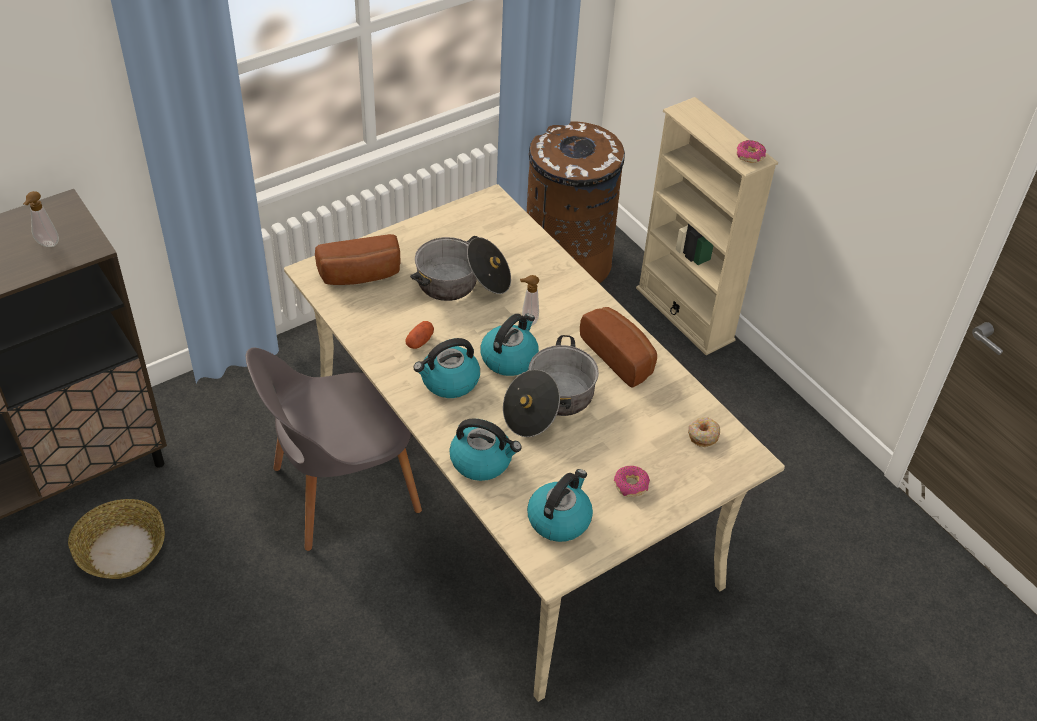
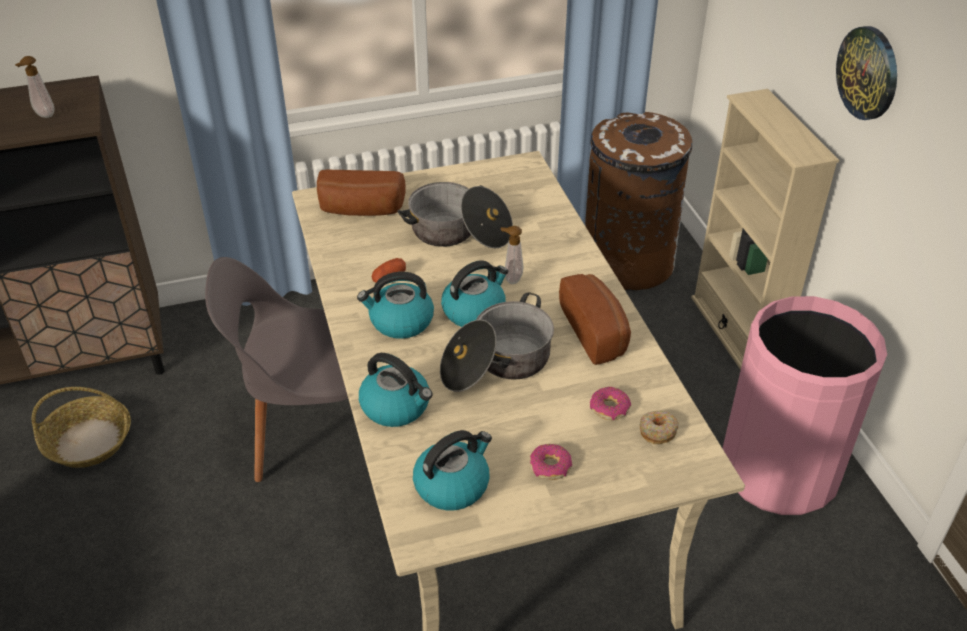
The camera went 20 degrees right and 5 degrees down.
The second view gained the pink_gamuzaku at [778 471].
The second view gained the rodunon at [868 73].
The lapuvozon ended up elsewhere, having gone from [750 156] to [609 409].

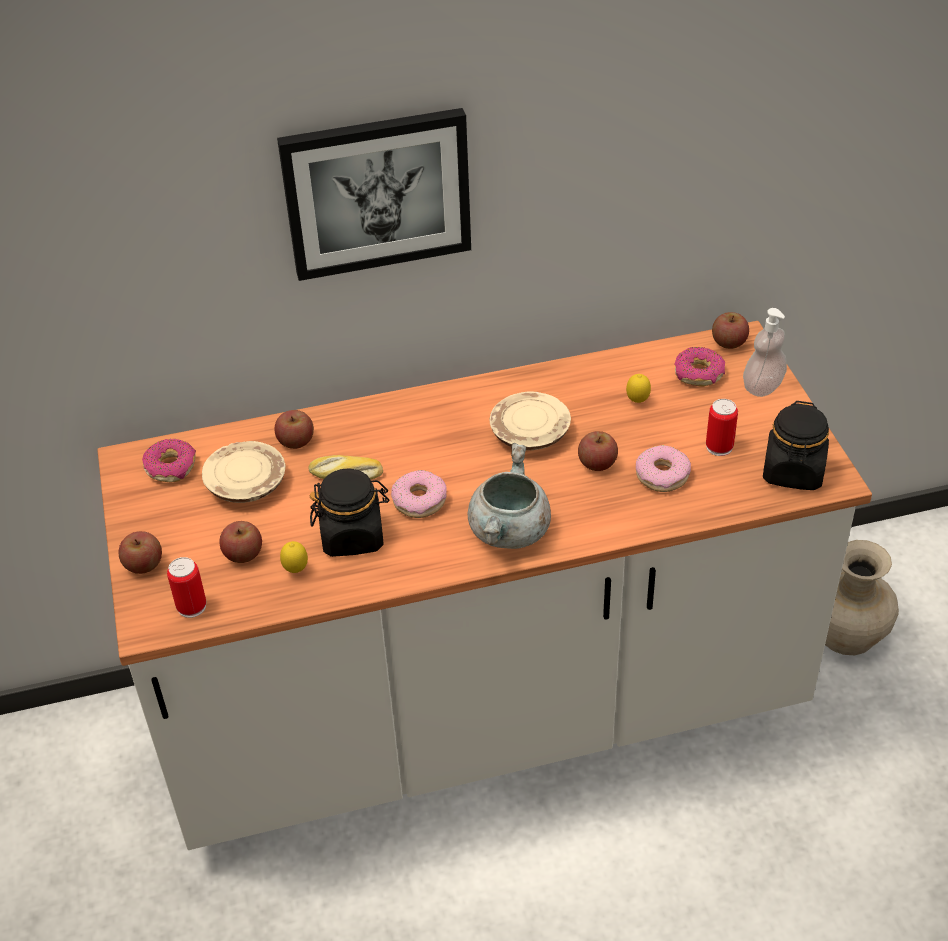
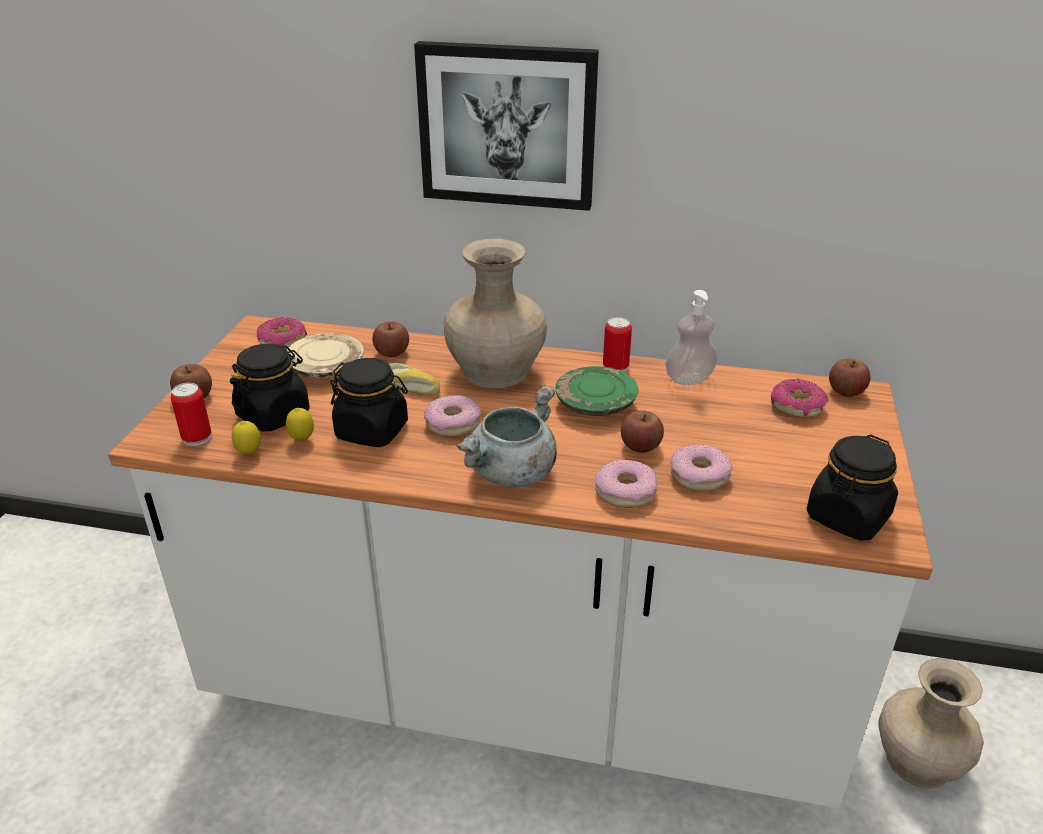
The camera went 25 degrees right and 10 degrees down.
The second view gained the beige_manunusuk at [494 370].
The second view gained the lapuvozon at [625 492].
The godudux ended up elsewhere, having gone from [637 401] to [249 454].
The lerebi ended up elsewhere, having gone from [719 447] to [615 367].
The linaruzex ended up elsewhere, having gone from [762 387] to [689 378].
Where the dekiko stood at [243 554], the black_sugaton came to stand at [274 415].
What was the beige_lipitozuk at [530 433] turned into the green_lipitozuk at [595 404].

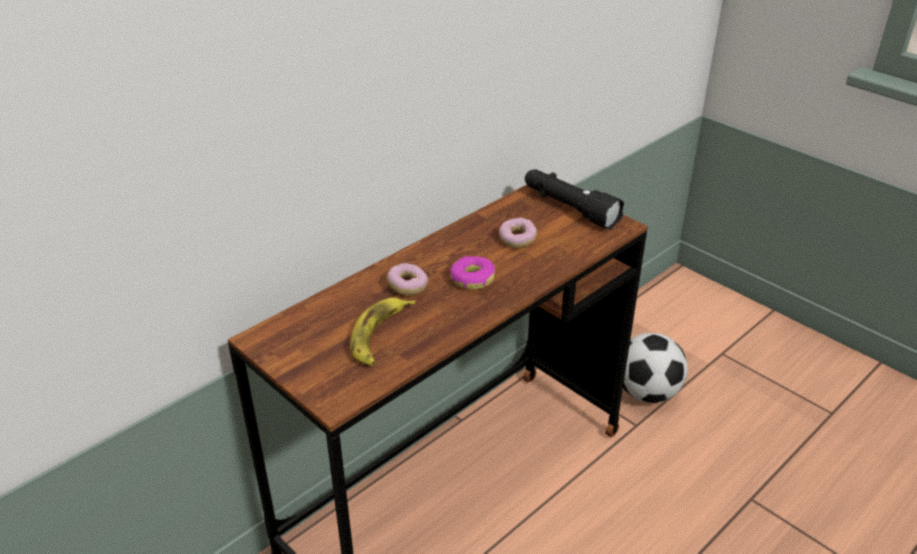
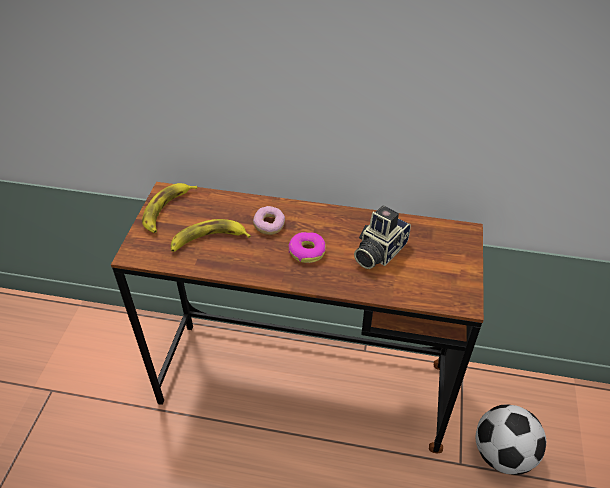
The camera went 55 degrees right and 10 degrees up.
The second view lost the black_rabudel at [569 208].
The second view gained the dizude at [167 210].
Where the lapuvozon stood at [517 240], the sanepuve came to stand at [378 251].

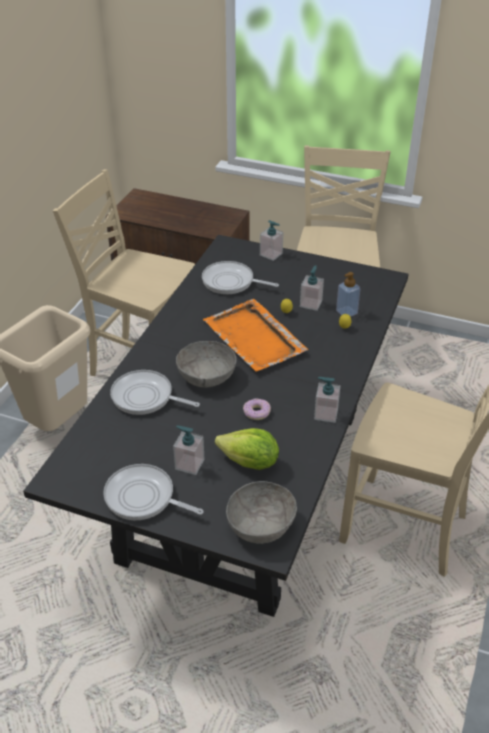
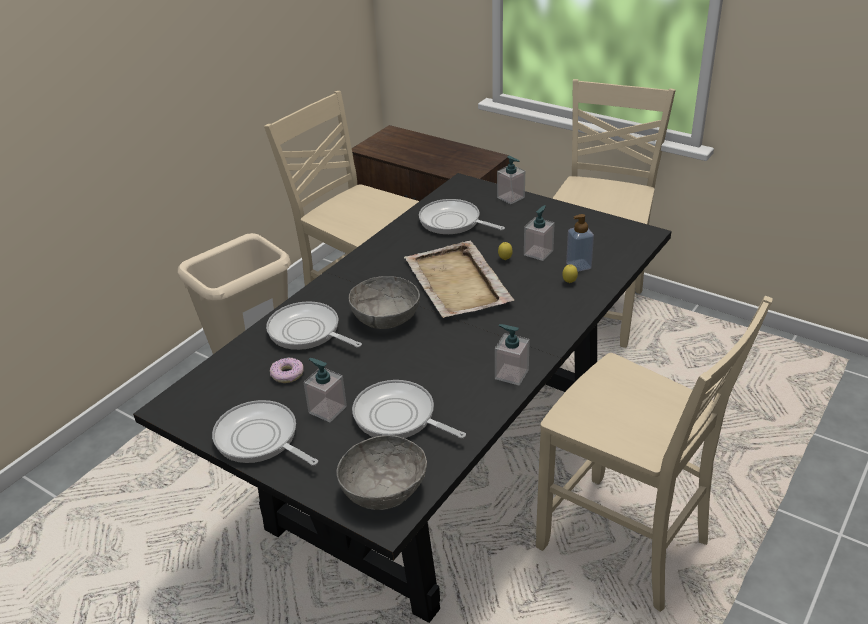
The camera went 15 degrees right and 5 degrees down.
The lapuvozon ended up elsewhere, having gone from [257 412] to [287 375].
Where the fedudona stood at [250 462], the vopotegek came to stand at [398 417].
What was the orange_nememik at [255 338] turned into the beige_nememik at [457 283].

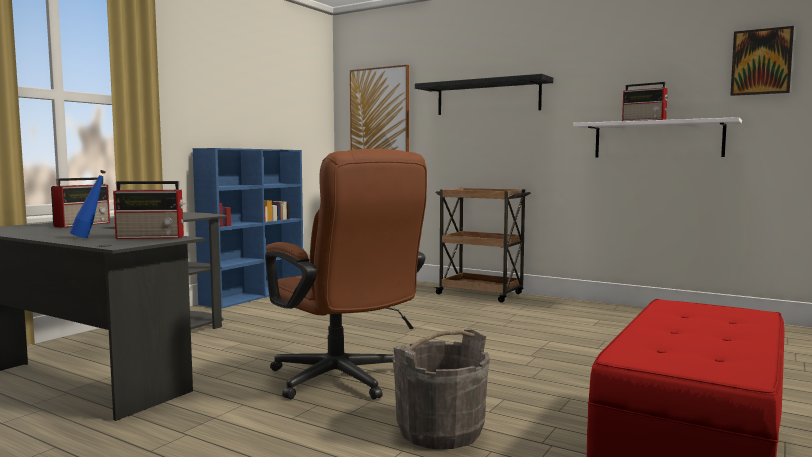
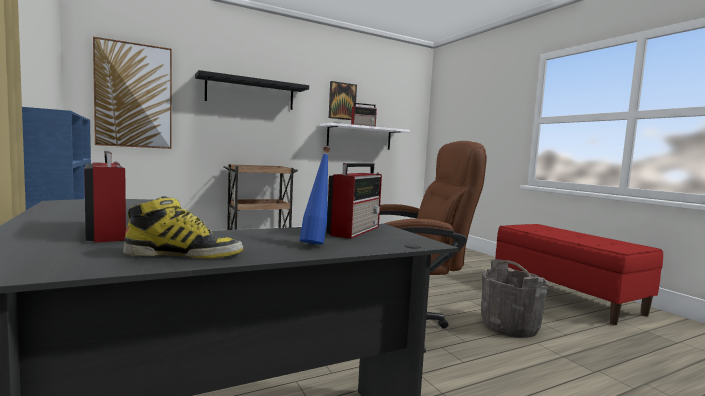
The camera went 60 degrees left and 0 degrees up.
The second view gained the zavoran at [185 254].
The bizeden ended up elsewhere, having gone from [761 62] to [342 101].

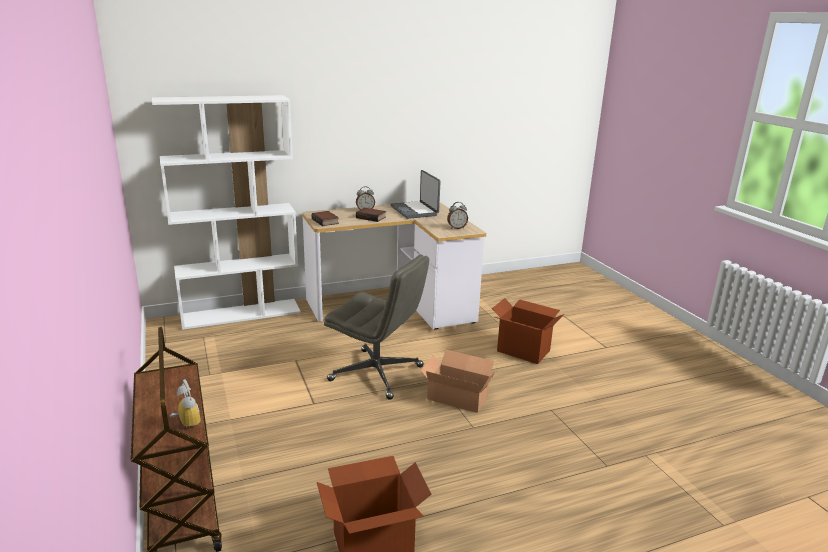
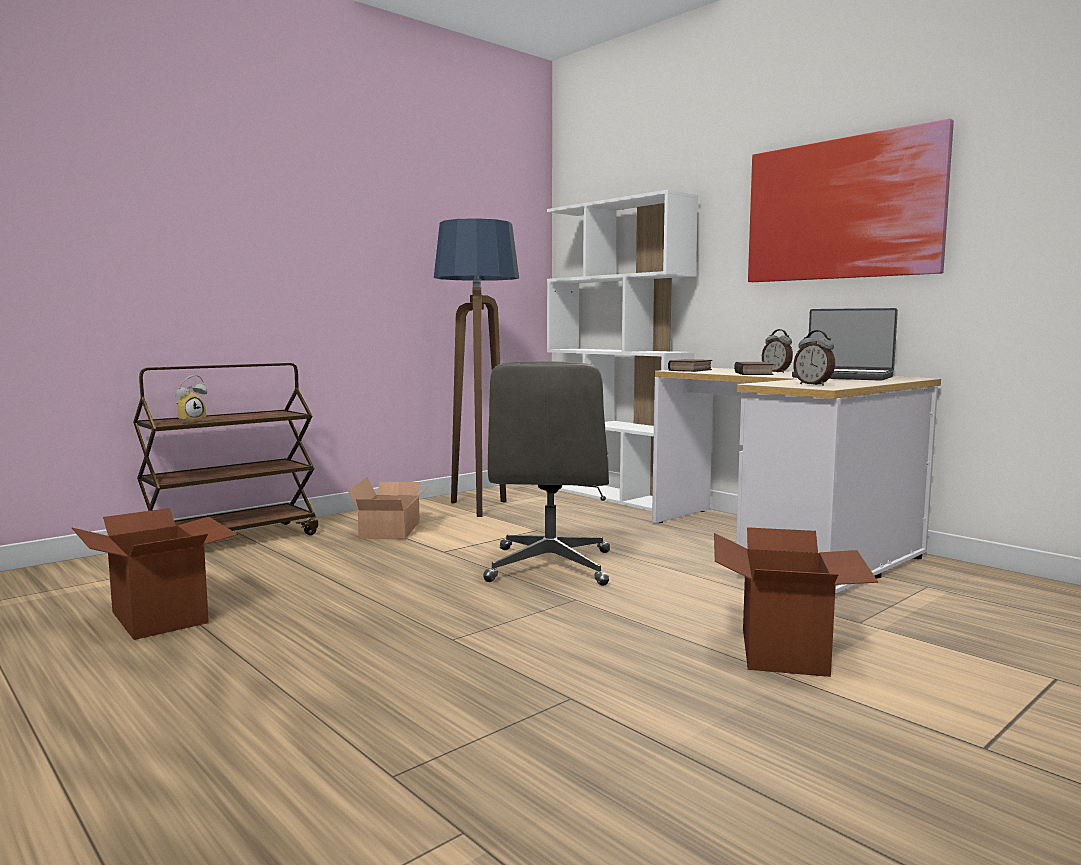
The camera went 70 degrees right and 15 degrees down.
The second view gained the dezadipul at [479 508].
The second view gained the bizeden at [842 209].
The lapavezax ended up elsewhere, having gone from [457 395] to [393 529].
The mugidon at [415 211] ended up facing another way, 105 degrees counterclockwise from before.

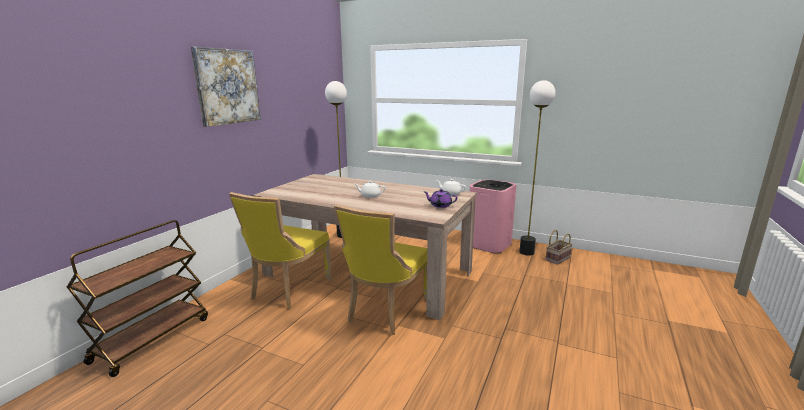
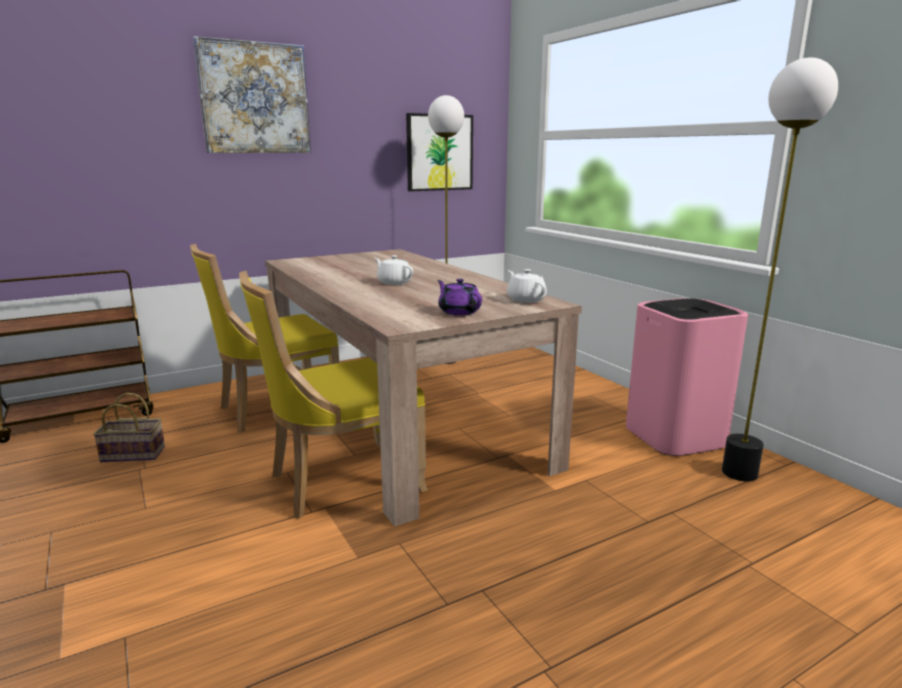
The camera went 35 degrees right and 0 degrees up.
The second view gained the bizeden at [439 152].
The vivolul ended up elsewhere, having gone from [557 258] to [135 454].

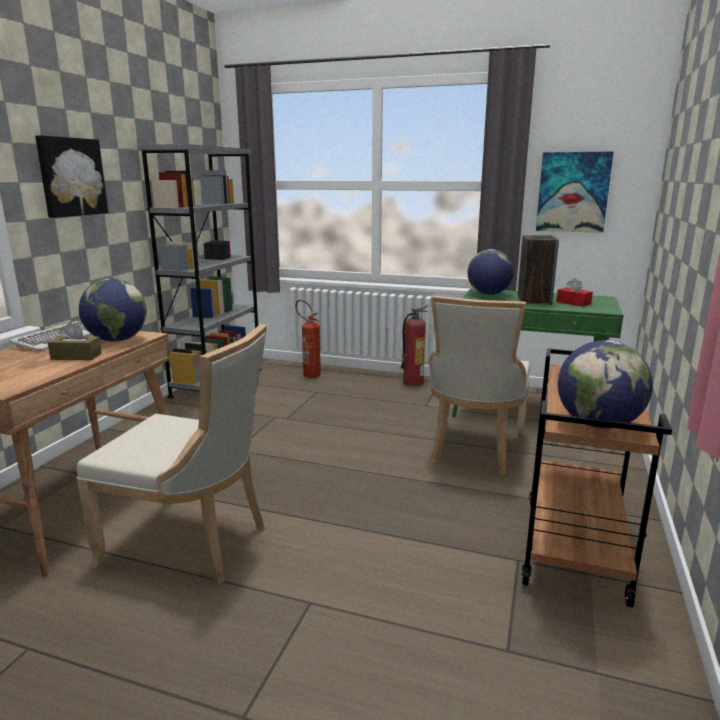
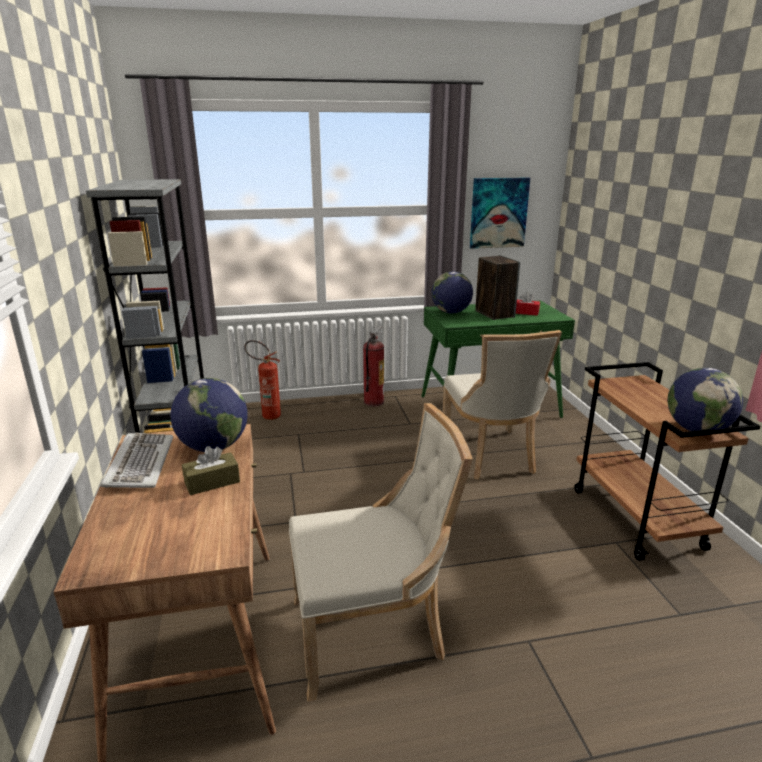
The camera went 30 degrees left and 5 degrees up.
The second view lost the bizeden at [71 177].

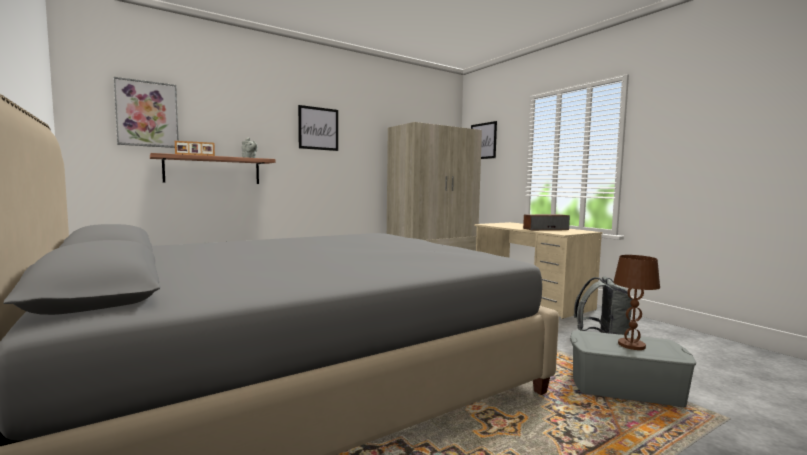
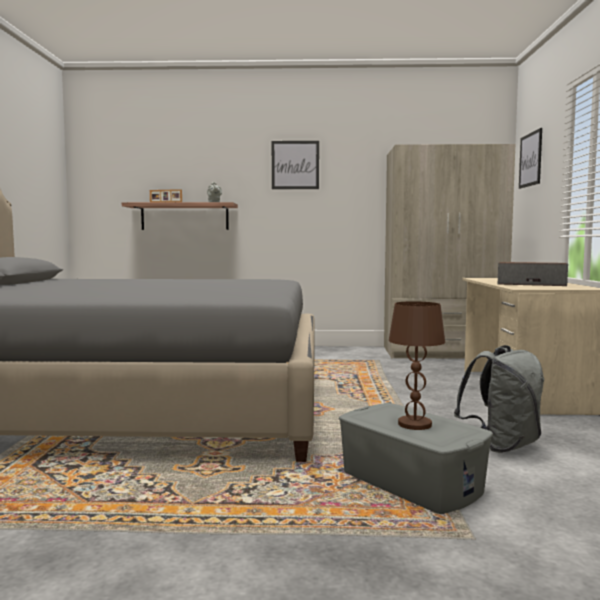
The camera went 35 degrees right and 0 degrees up.
The second view lost the bizeden at [147 114].

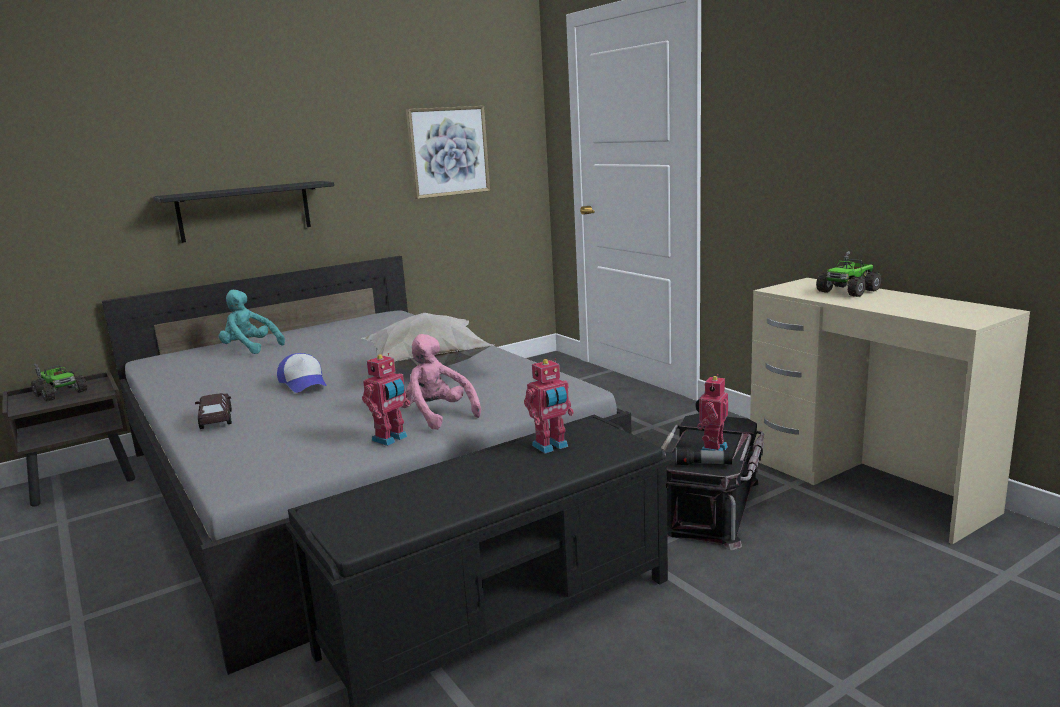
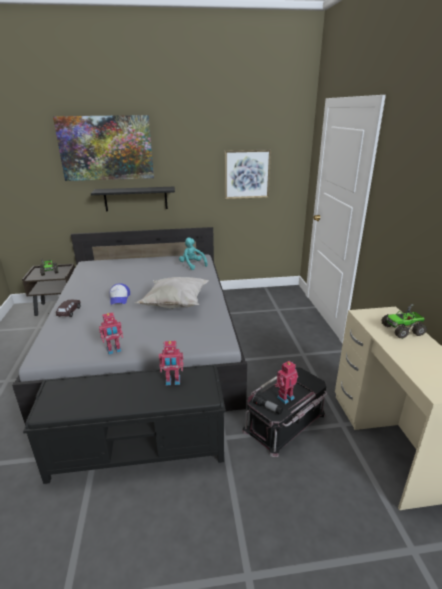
The camera went 25 degrees right and 10 degrees up.
The second view lost the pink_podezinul at [436 416].
The second view gained the bizeden at [106 148].
The turquoise_podezinul ended up elsewhere, having gone from [250 349] to [192 265].

